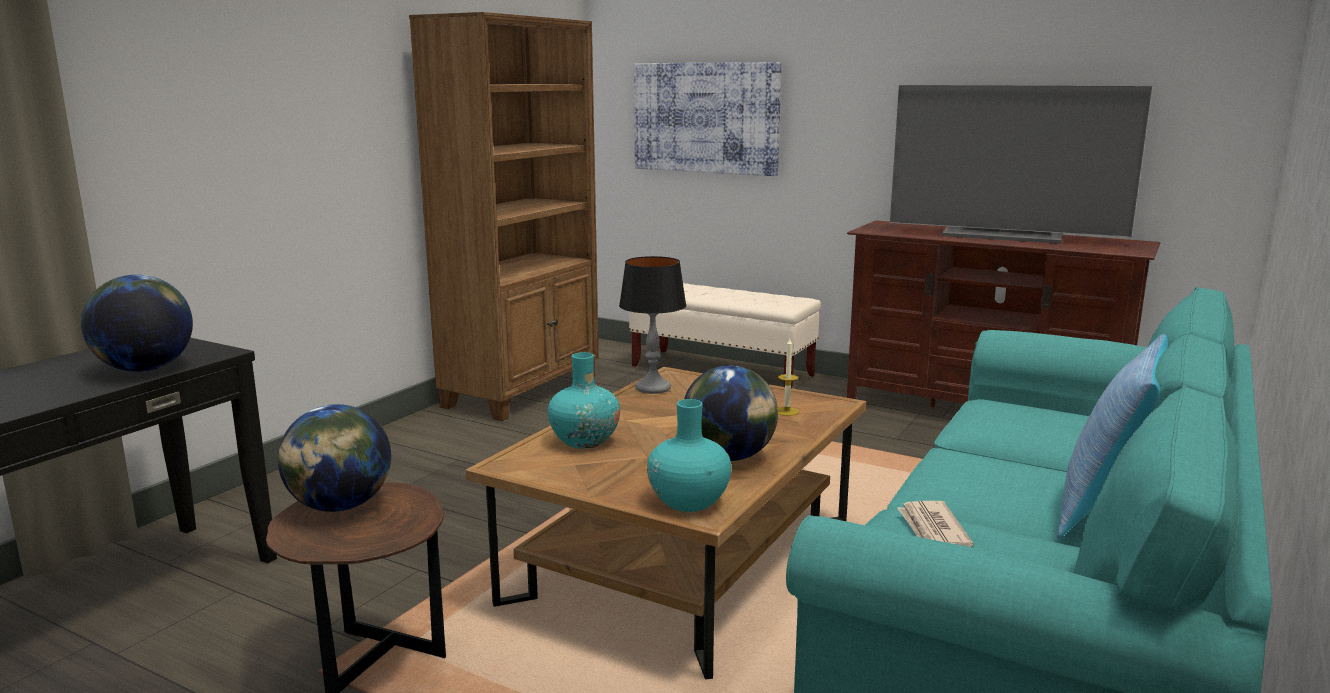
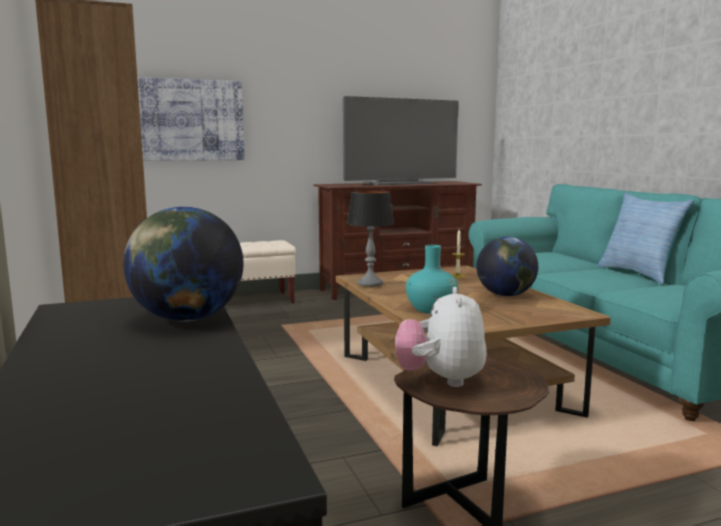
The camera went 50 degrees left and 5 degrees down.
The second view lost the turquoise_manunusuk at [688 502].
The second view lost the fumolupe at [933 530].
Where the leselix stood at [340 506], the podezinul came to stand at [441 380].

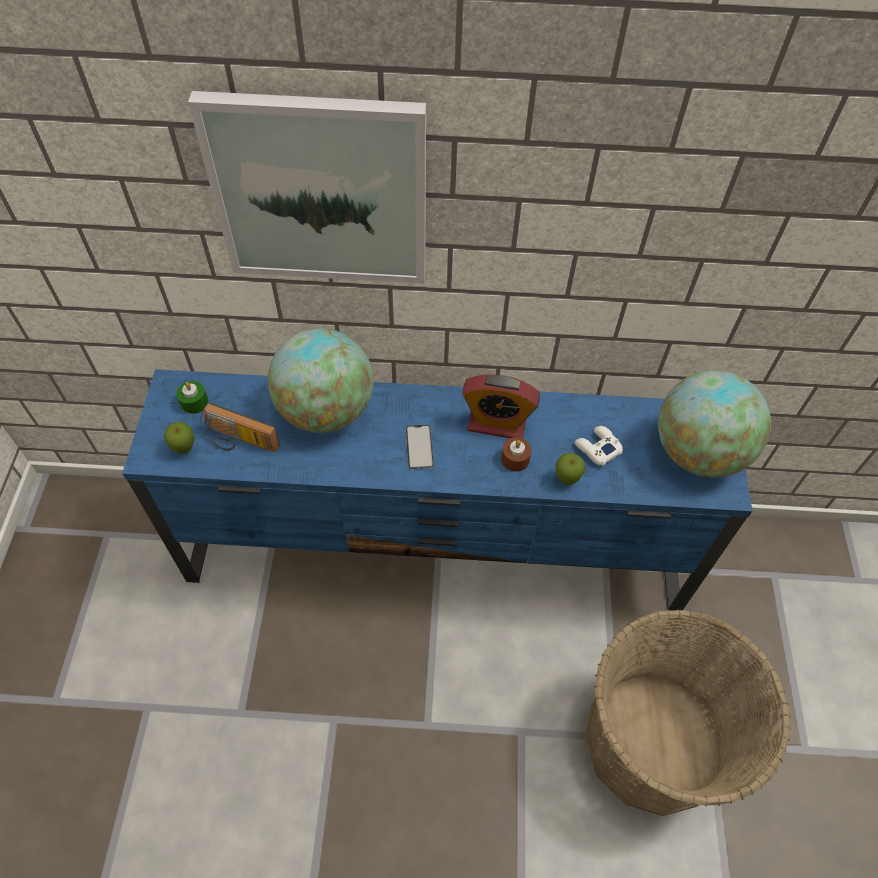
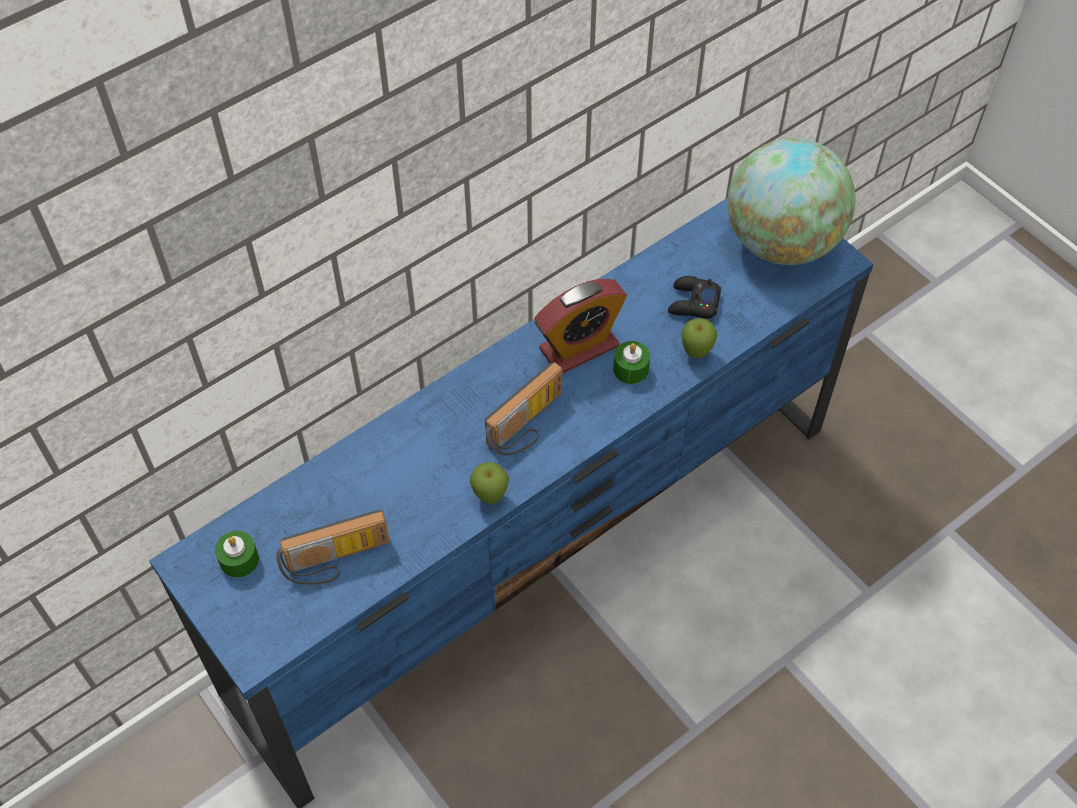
The camera went 40 degrees left and 0 degrees up.
The second view lost the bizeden at [320 191].
The second view lost the leselix at [325 410].
The second view lost the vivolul at [653 741].
The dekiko ended up elsewhere, having gone from [185 449] to [490 497].
Where the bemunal stood at [419 447], the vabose came to stand at [529 425].
What was the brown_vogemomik at [515 459] turned into the green_vogemomik at [630 369].
What was the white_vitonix at [597 448] turned into the black_vitonix at [693 303].

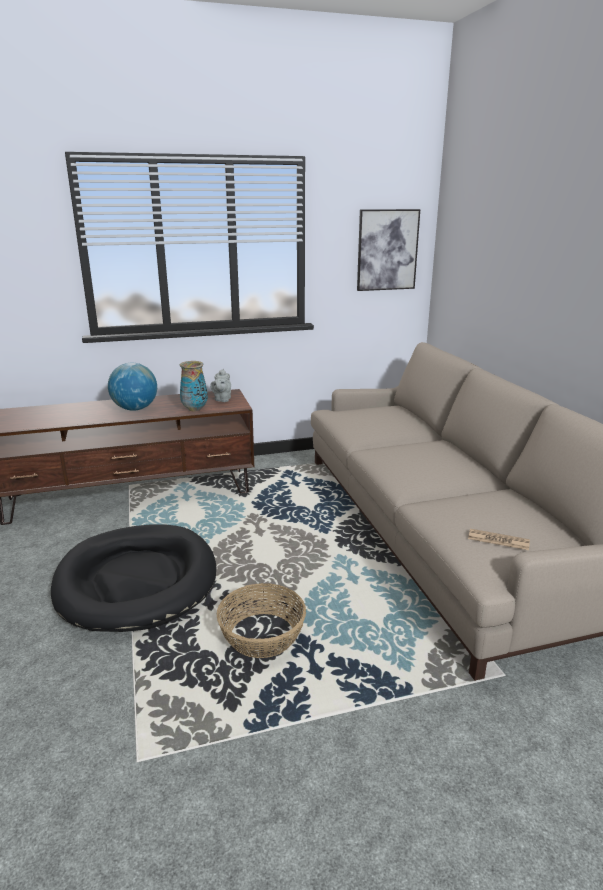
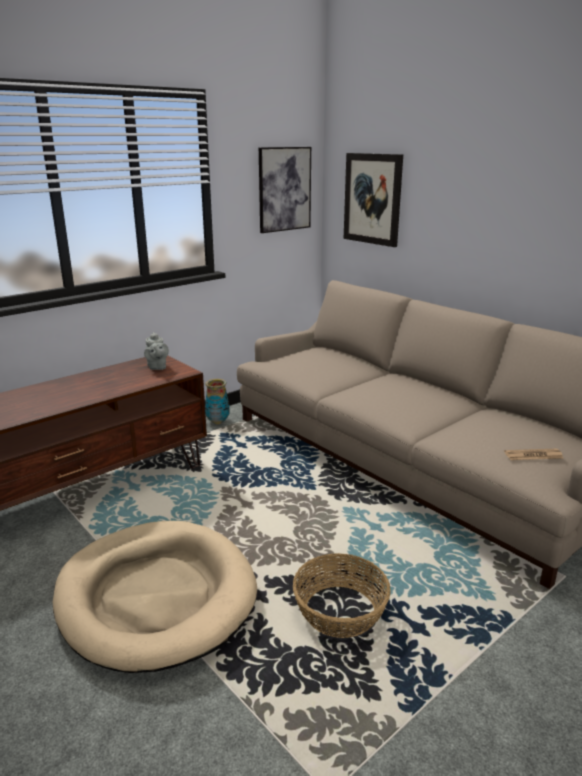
The camera went 25 degrees left and 0 degrees up.
The second view lost the leselix at [135 409].
The second view gained the bizeden at [372 199].
The manunusuk ended up elsewhere, having gone from [194 409] to [217 421].
What was the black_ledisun at [137 581] turned into the beige_ledisun at [156 596].

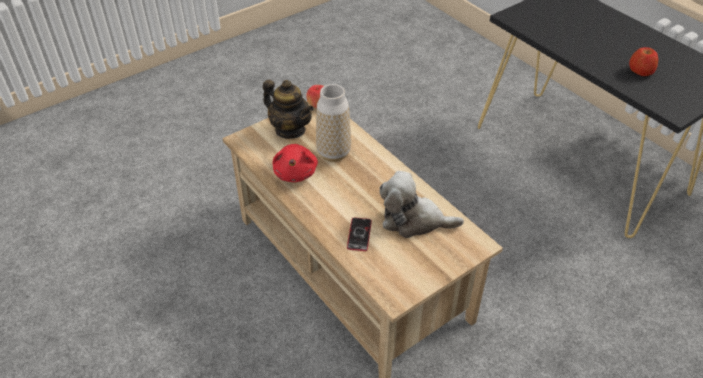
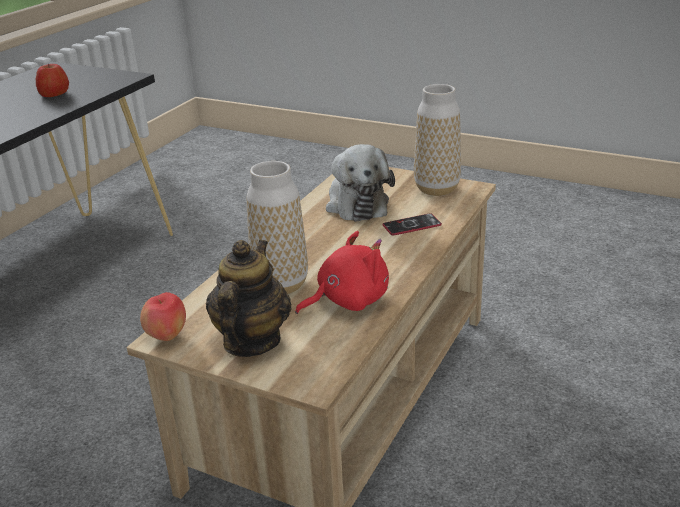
The camera went 115 degrees left and 15 degrees down.
The second view gained the manunusuk at [436 189].

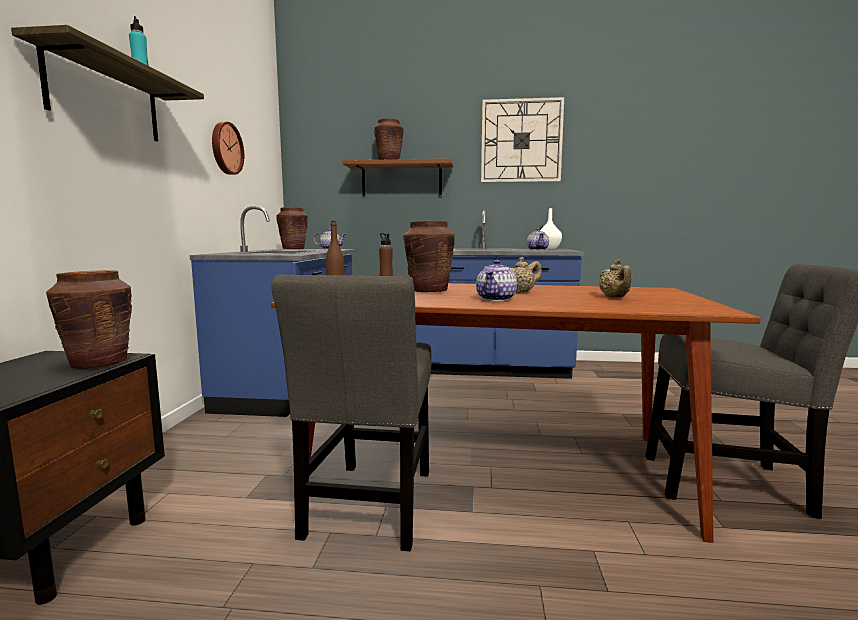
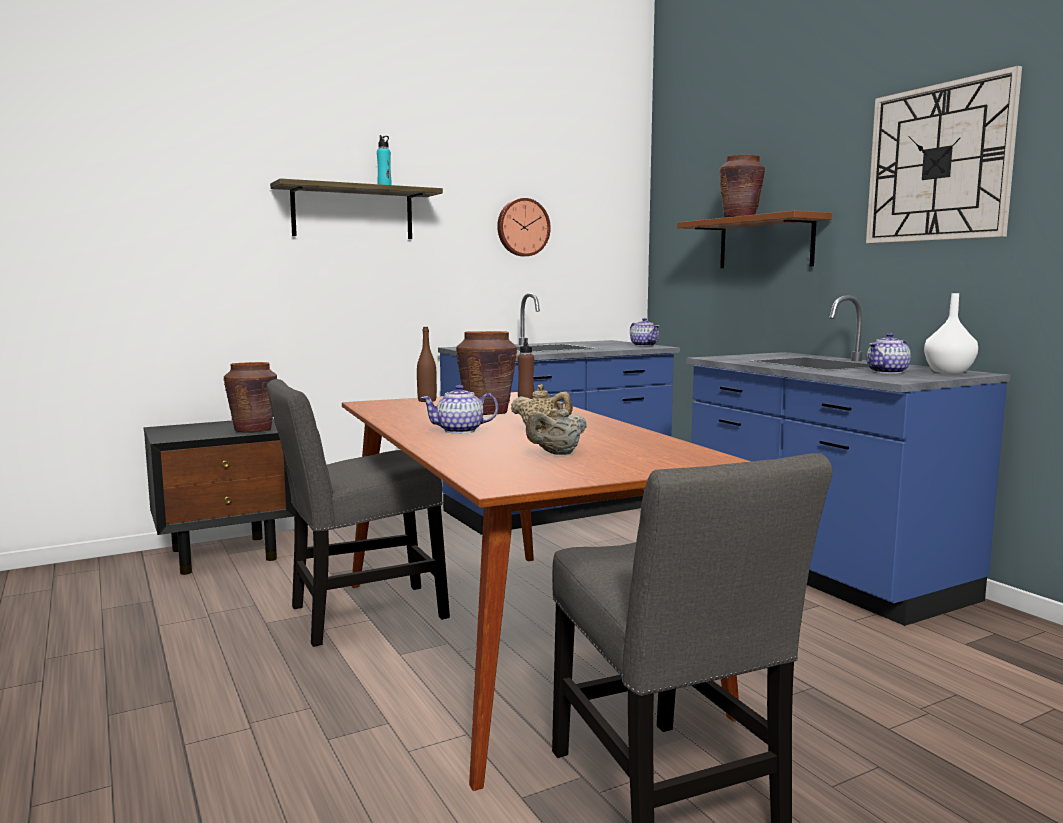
The camera went 55 degrees right and 0 degrees up.
The second view lost the brown_manunusuk at [293 249].

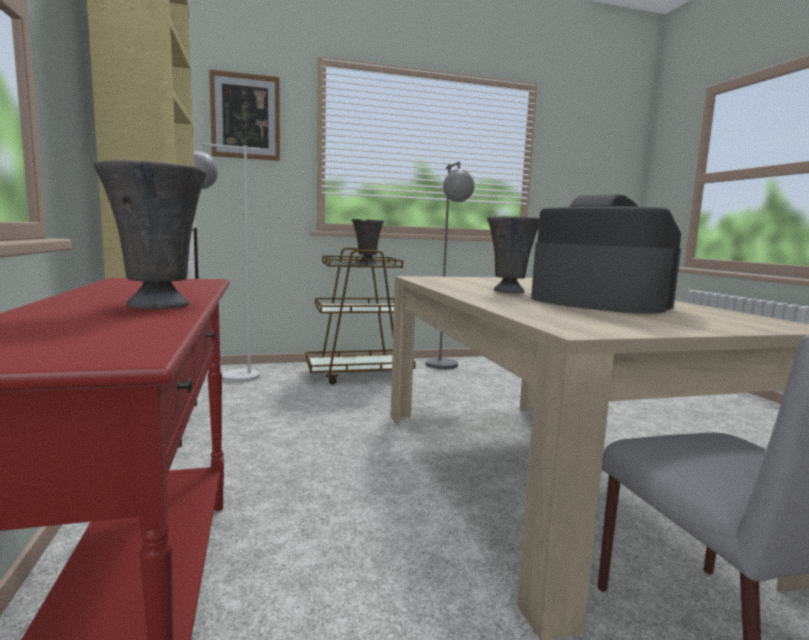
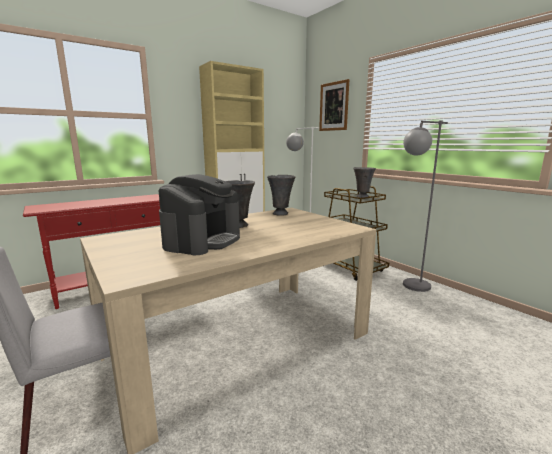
The camera went 70 degrees right and 5 degrees up.
The grey_manunusuk ended up elsewhere, having gone from [158 305] to [281 214].

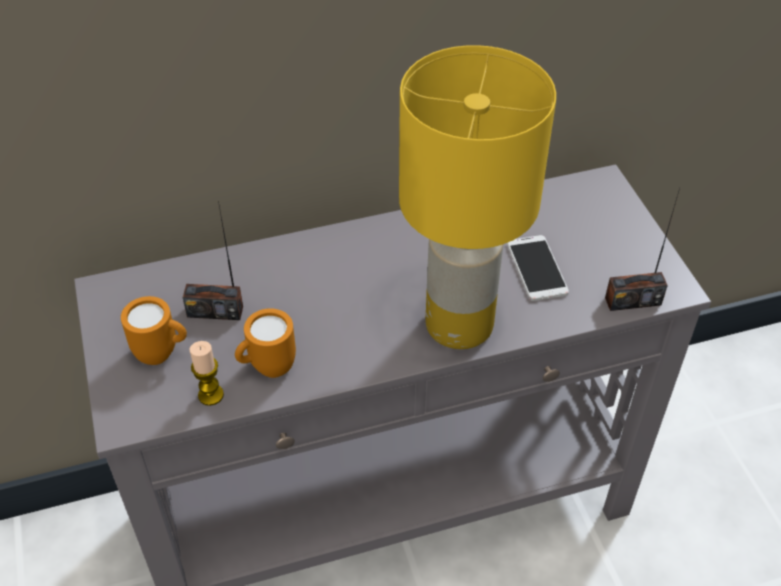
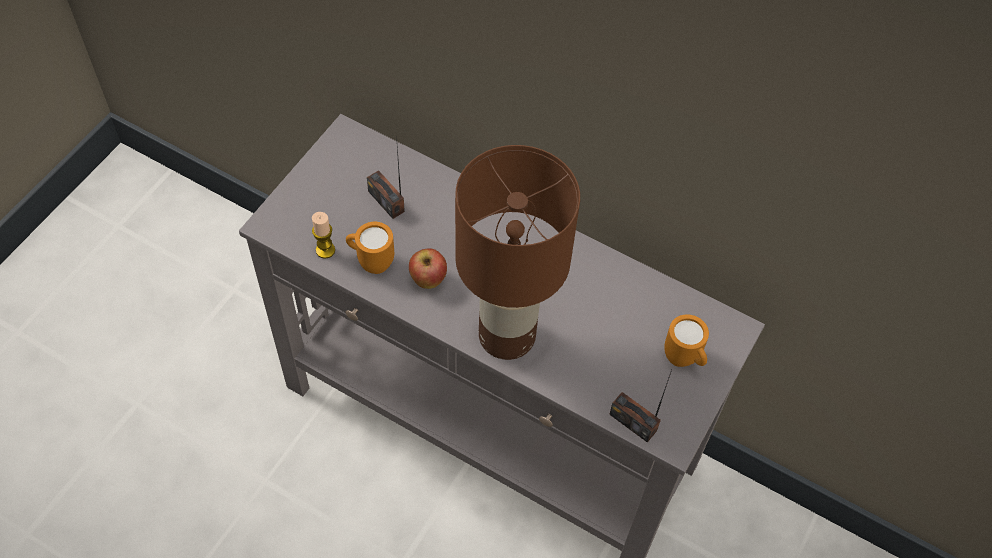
The camera went 45 degrees right and 10 degrees up.
The second view lost the bemunal at [536 268].
The second view gained the dekiko at [428 280].
The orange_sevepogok ended up elsewhere, having gone from [163 354] to [684 360].
What was the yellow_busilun at [460 326] turned into the brown_busilun at [506 337].

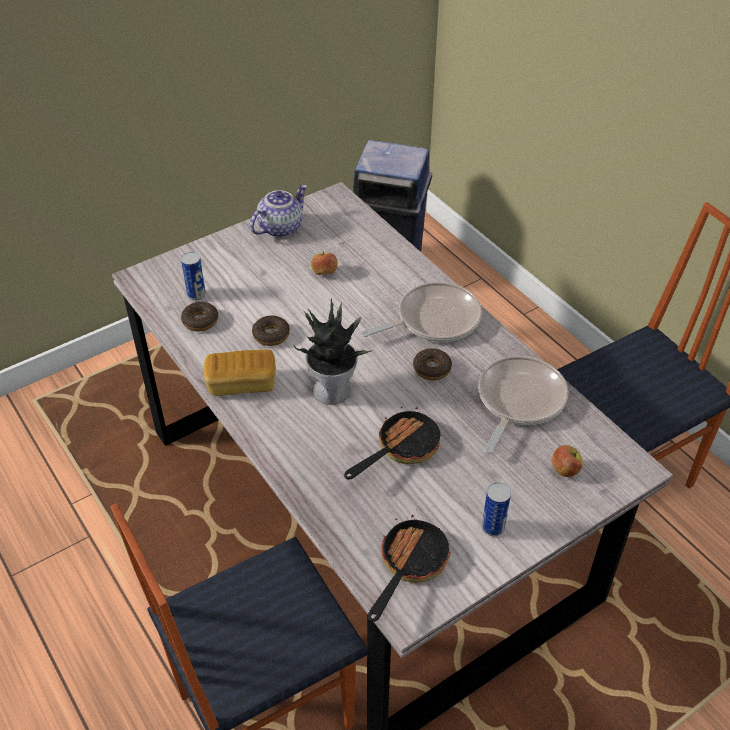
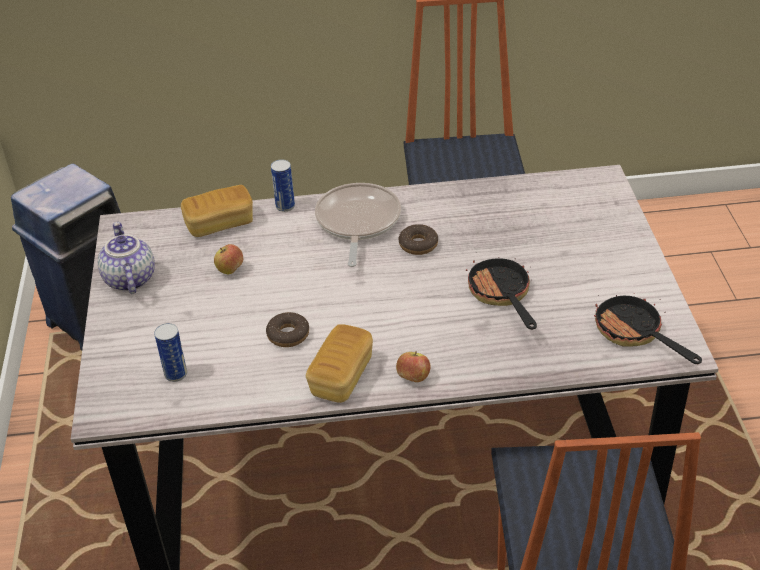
The camera went 60 degrees left and 5 degrees down.
The second view lost the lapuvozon at [200 321].
The second view lost the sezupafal at [333 390].
The second view lost the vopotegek at [518 401].
The second view gained the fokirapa at [220 223].
The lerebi ended up elsewhere, having gone from [493 527] to [285 206].
The dekiko ended up elsewhere, having gone from [564 470] to [413 377].

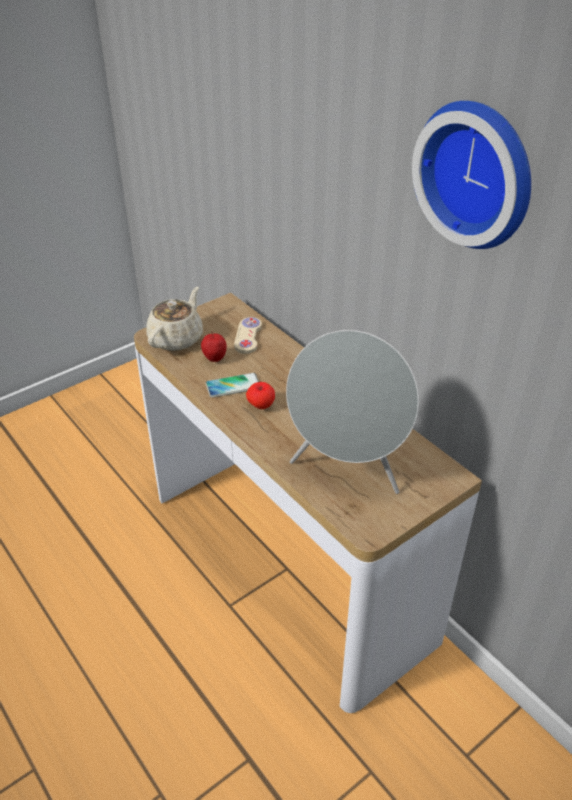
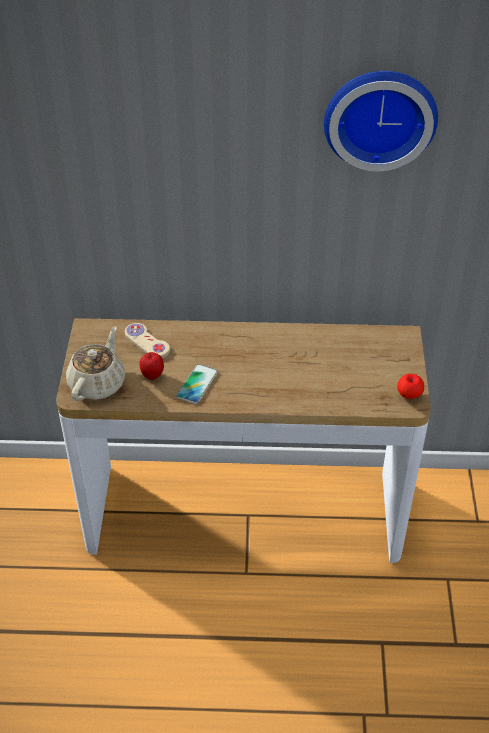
The camera went 50 degrees left and 5 degrees up.
The second view lost the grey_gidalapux at [347 469].
The dekiko ended up elsewhere, having gone from [261 405] to [409 395].
The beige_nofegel at [177 338] ended up facing another way, 45 degrees clockwise from before.

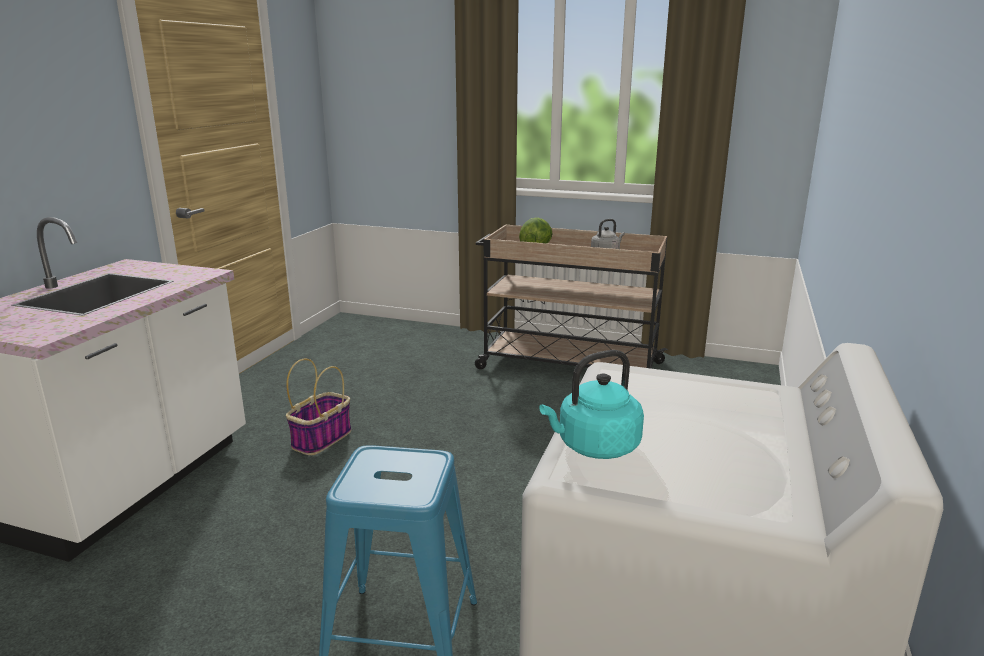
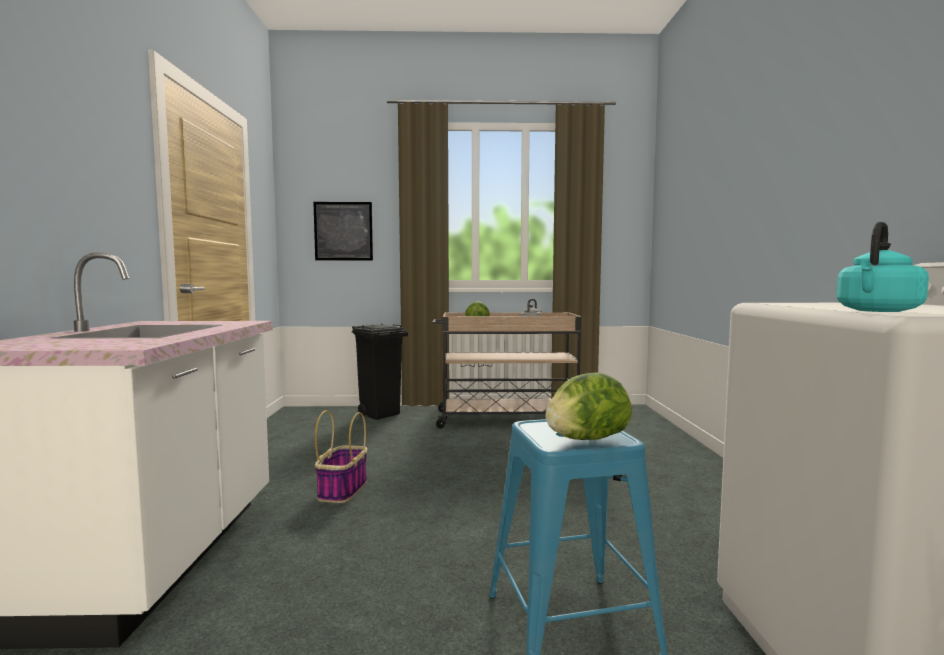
The camera went 20 degrees left and 15 degrees down.
The second view gained the bizeden at [343 231].
The second view gained the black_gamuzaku at [380 414].
The second view gained the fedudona at [586 439].

